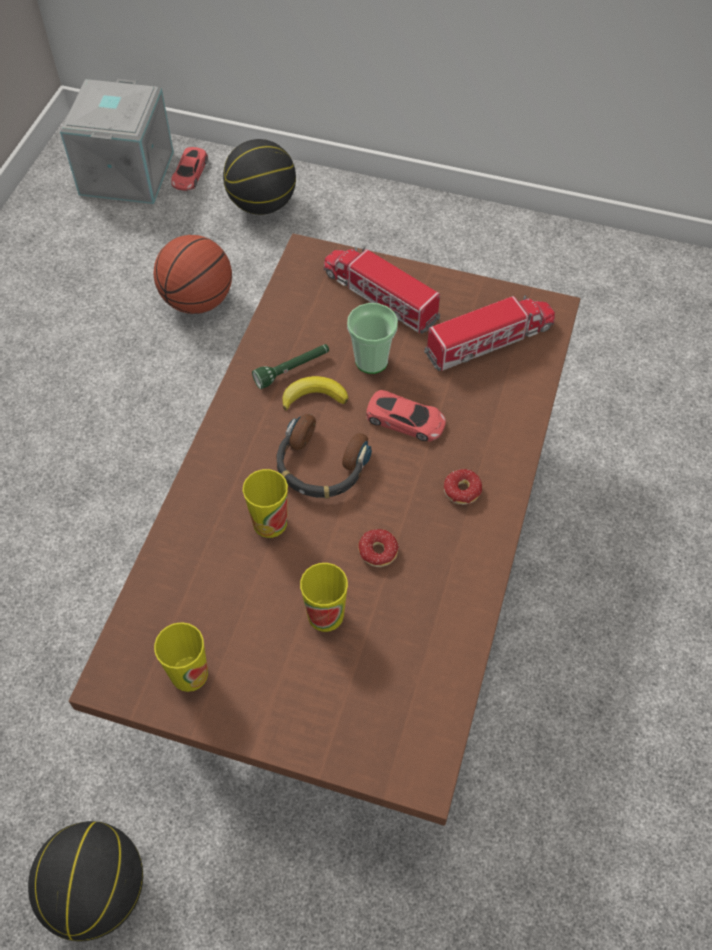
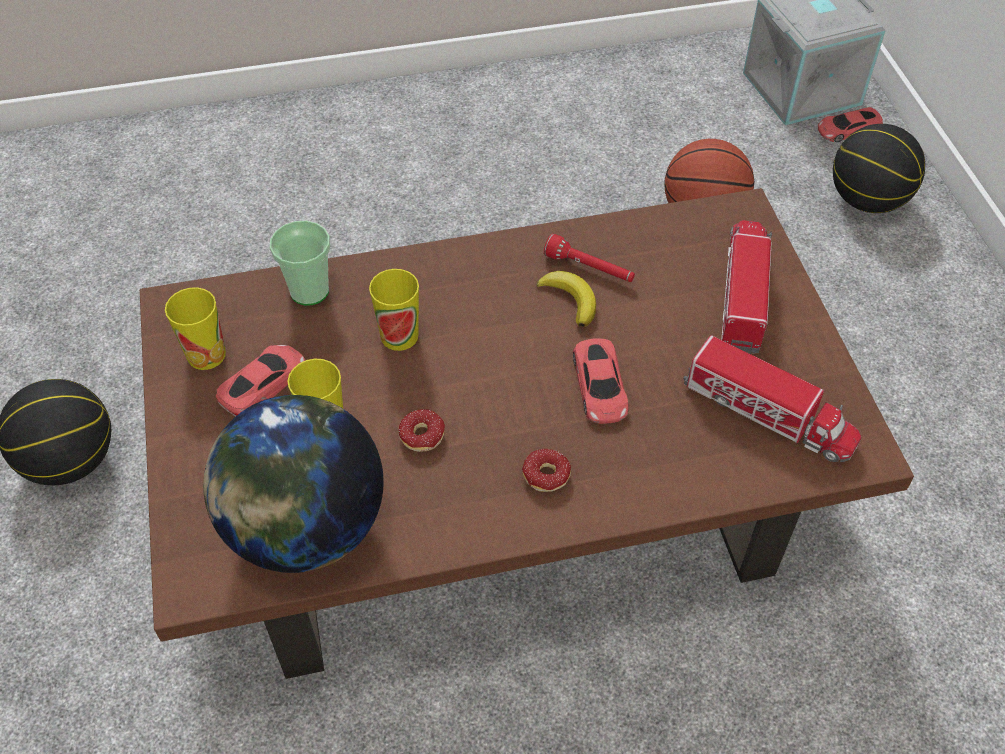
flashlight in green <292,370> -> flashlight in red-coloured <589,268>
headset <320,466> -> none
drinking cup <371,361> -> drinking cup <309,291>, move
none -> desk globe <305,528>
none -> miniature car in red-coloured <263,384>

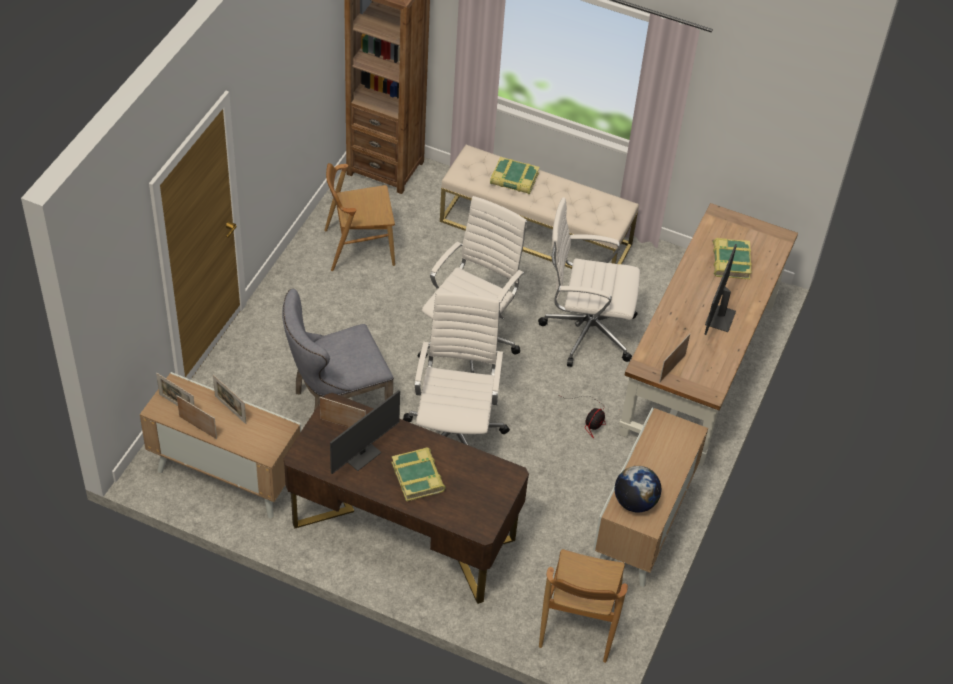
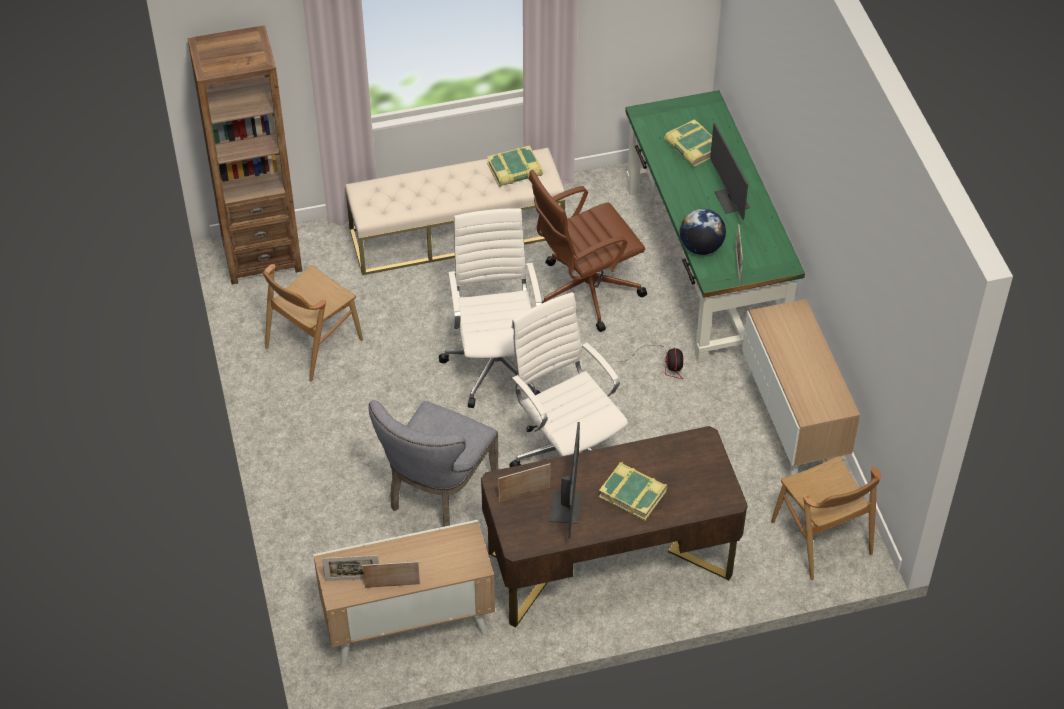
standing frame <230,410> -> none
bound book <514,179> -> bound book <514,171>, move
computer chair in white-coloured <586,330> -> computer chair in brown-coloured <584,291>
desk globe <634,502> -> desk globe <701,247>, move
desk unit in brown-coloured <699,368> -> desk unit in green <705,264>

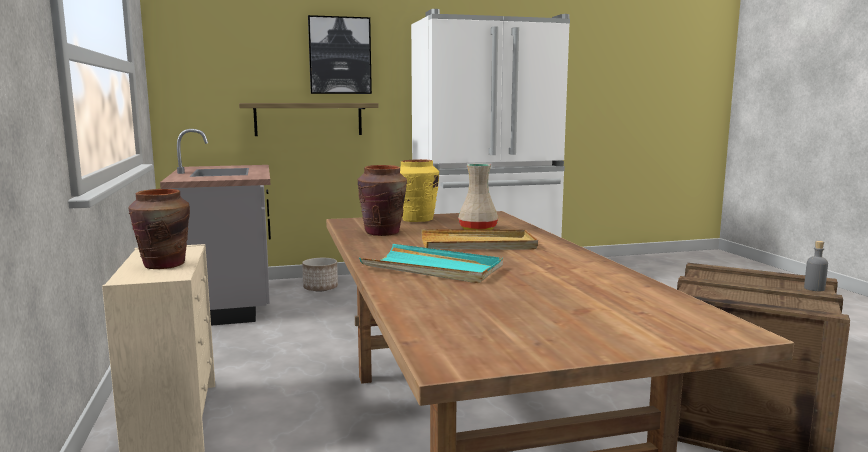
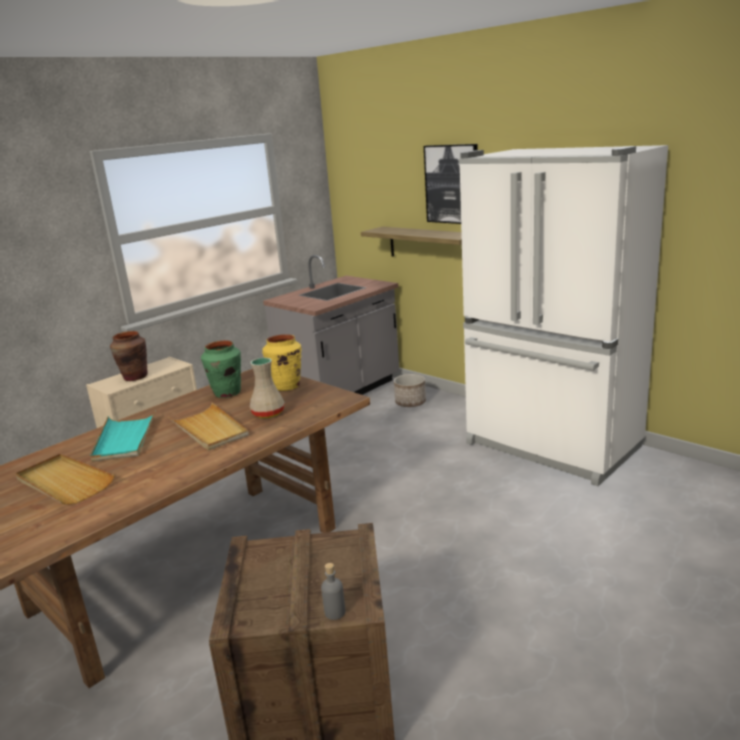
decorative vase in brown-coloured <382,232> -> decorative vase in green <227,393>
none -> serving tray in beige <64,482>

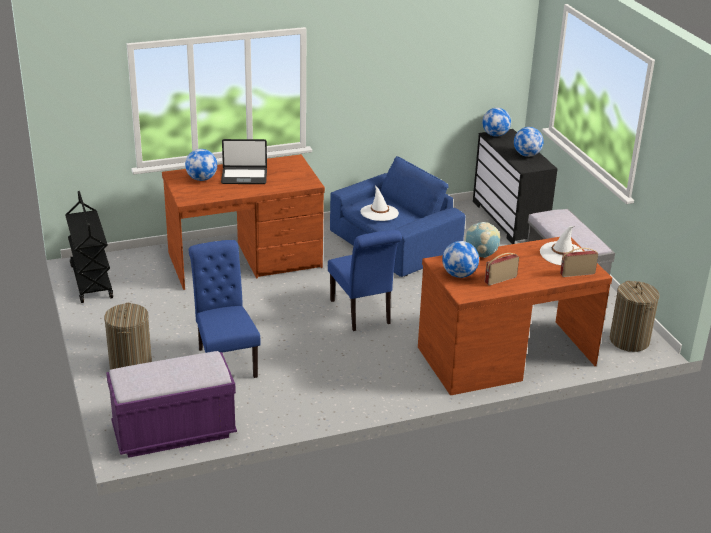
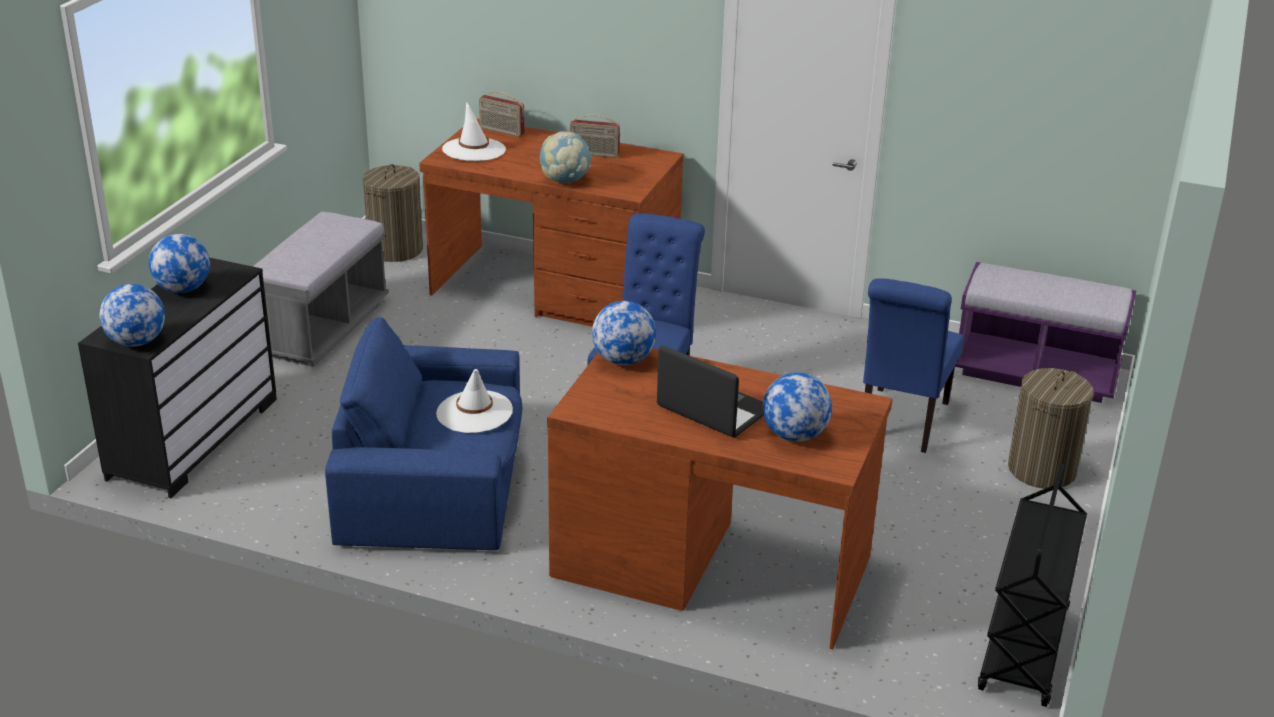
desk globe <459,275> -> desk globe <623,360>, move

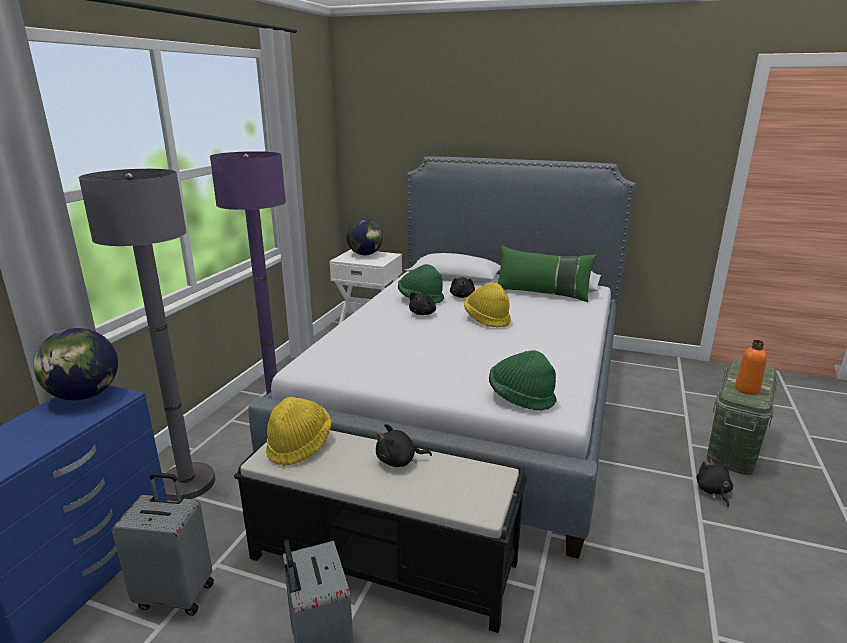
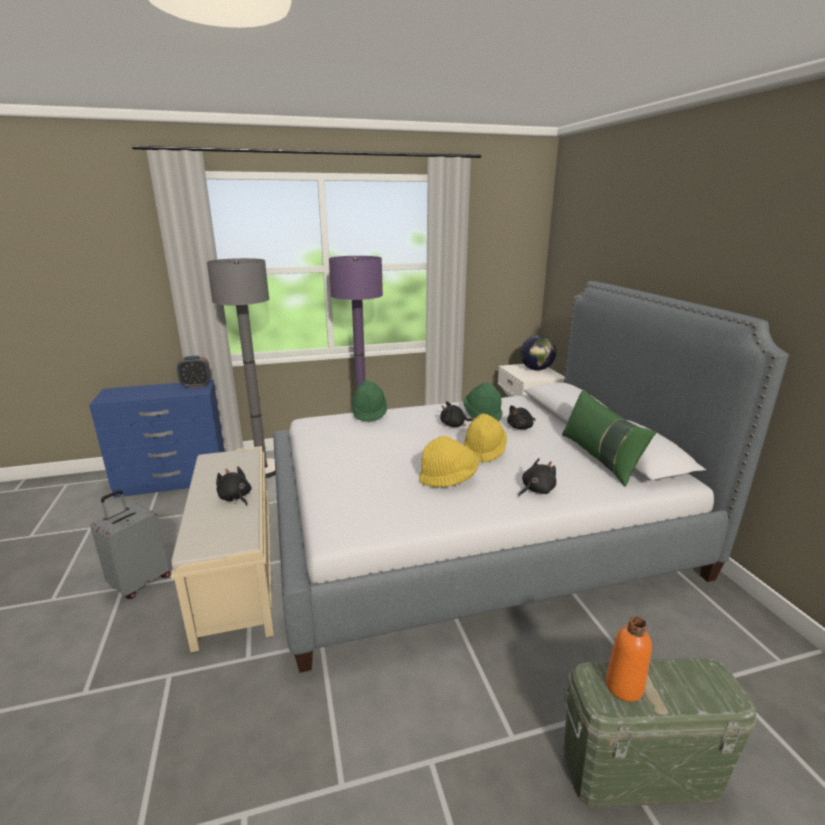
desk globe <85,395> -> table clock <196,385>
travel case in grey <176,594> -> none
bench in black-coloured <385,560> -> bench in beige <237,570>
wearable hat in yellow-coloured <299,445> -> wearable hat in yellow-coloured <448,479>, move
wearable hat in green <521,398> -> wearable hat in green <369,413>, move
plush toy in black-coloured <713,491> -> plush toy in black-coloured <536,490>, move

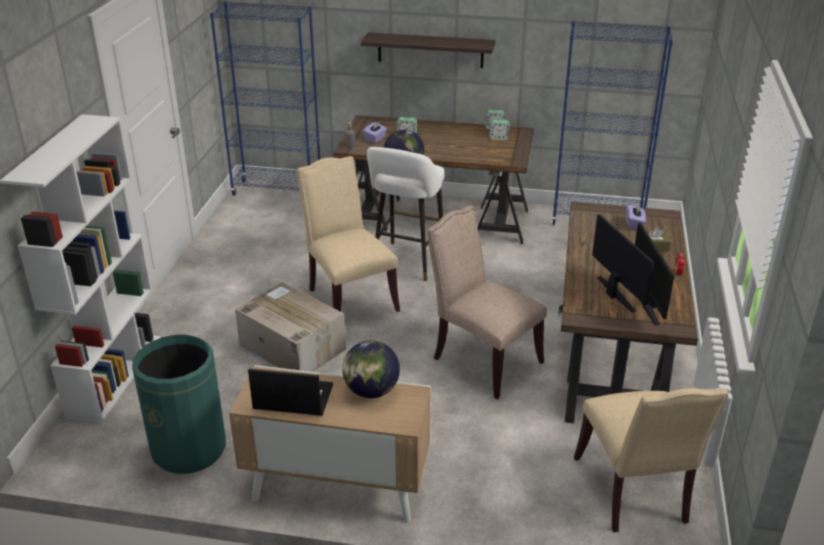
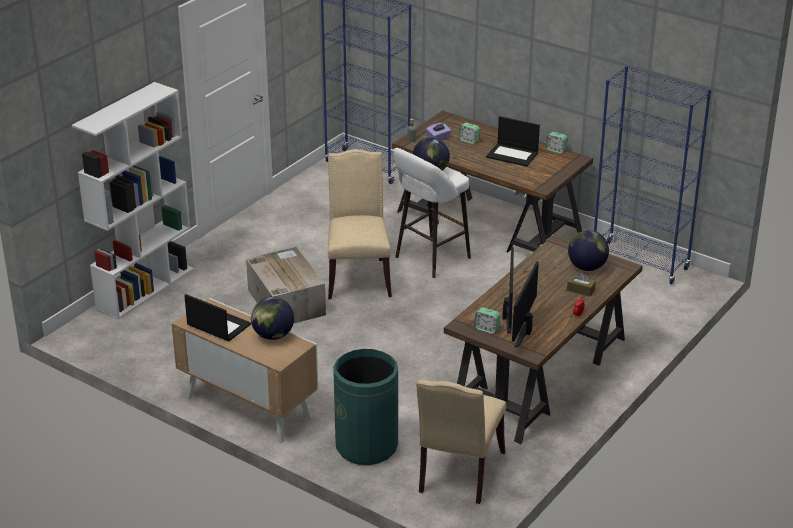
trash can in green <189,449> -> trash can in green <367,446>, move
bracket shelf <430,50> -> none
plain chair in beige <482,360> -> none
table clock <498,138> -> table clock <487,329>, move
box of tissues in purple <634,224> -> desk globe <587,267>
none -> notebook computer <513,155>

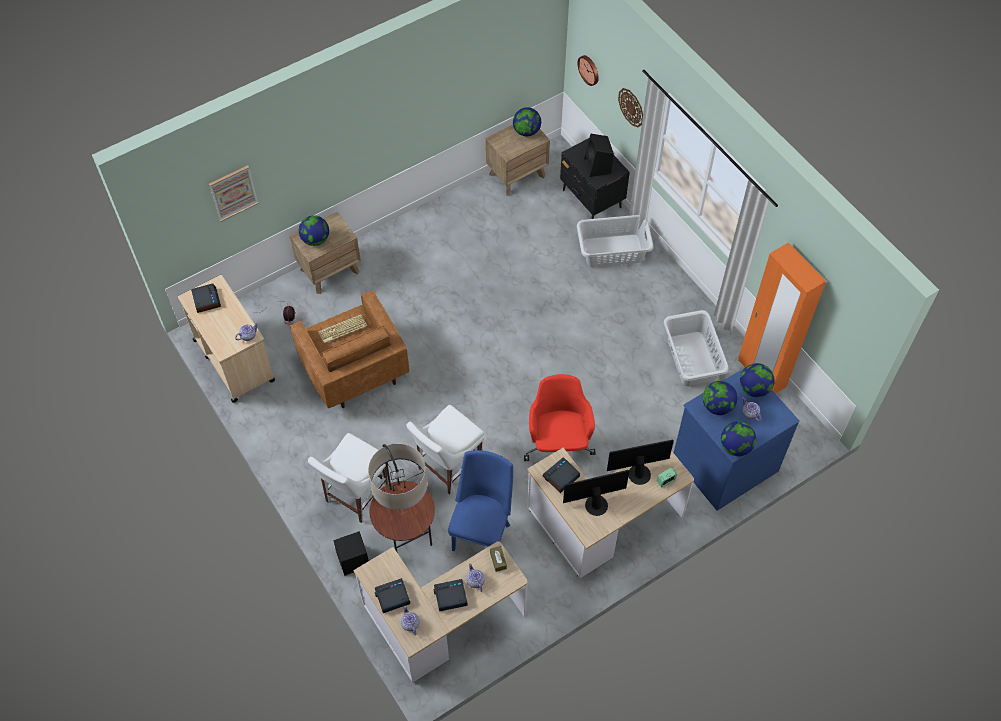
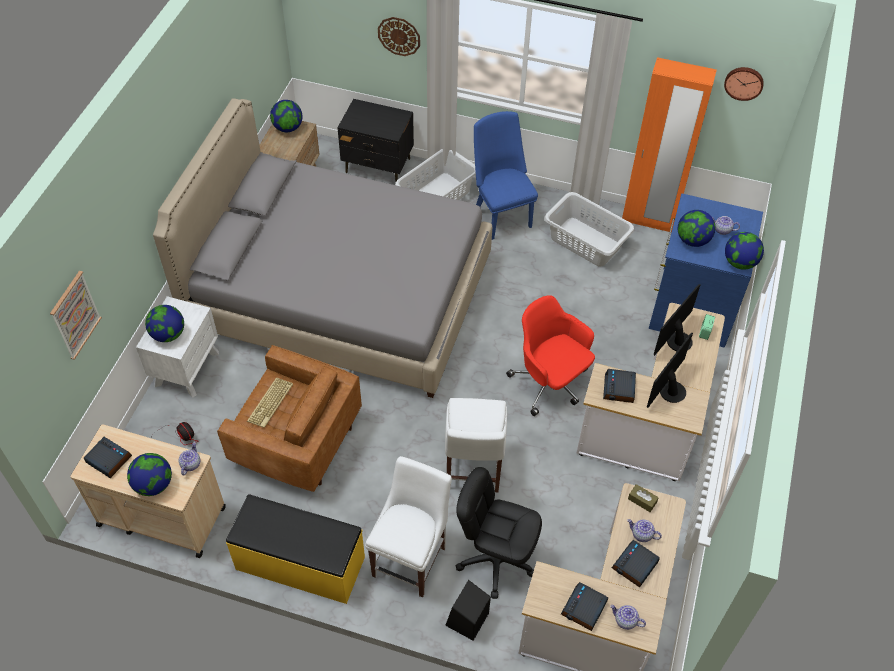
nightstand in brown-coloured <330,270> -> nightstand in white-coloured <187,368>
plain chair in white-coloured <355,496> -> plain chair in white-coloured <411,558>, 150 degrees counterclockwise
standard lamp <406,537> -> computer chair in black-coloured <496,560>
plain chair in bluish <482,532> -> plain chair in bluish <500,215>, move
wall clock <589,69> -> wall clock <744,82>, move
speaker in black-coloured <598,167> -> none
desk globe <754,388> -> desk globe <154,484>, move
none -> bed in grey <341,294>
none -> bench in yellow-coloured <300,564>

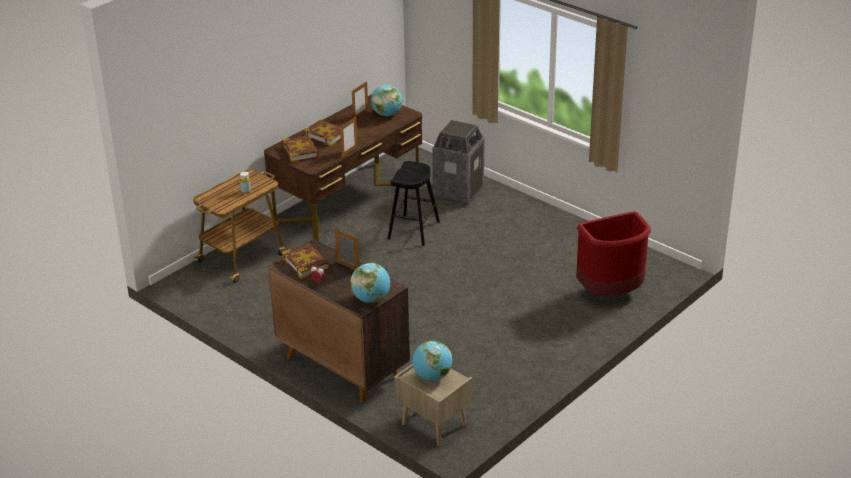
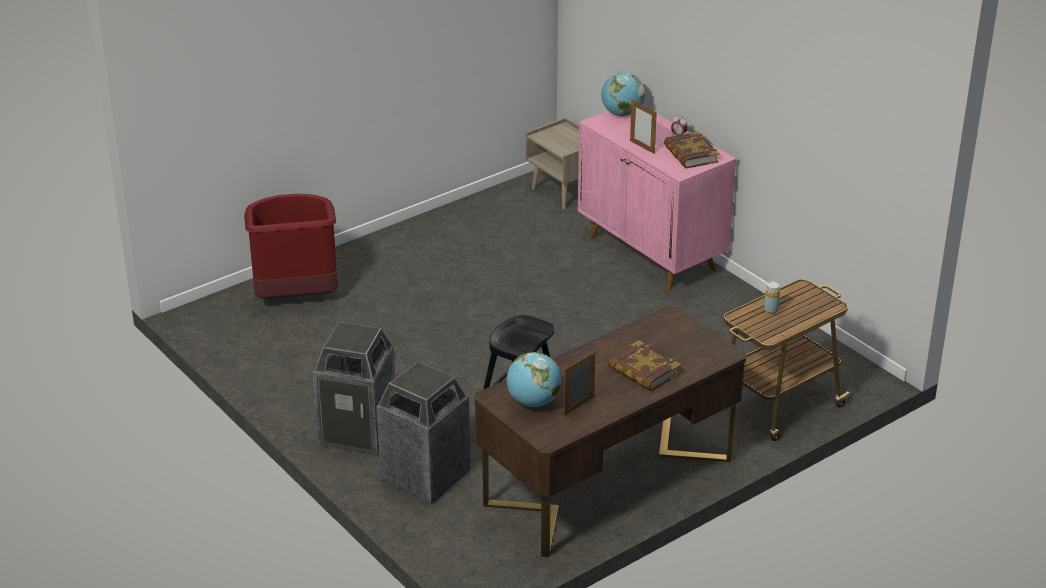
cupboard in brown-coloured <342,367> -> cupboard in pink <652,253>
bound book <300,151> -> none
standing frame <349,151> -> none
desk globe <432,376> -> none
none -> trash can <358,432>

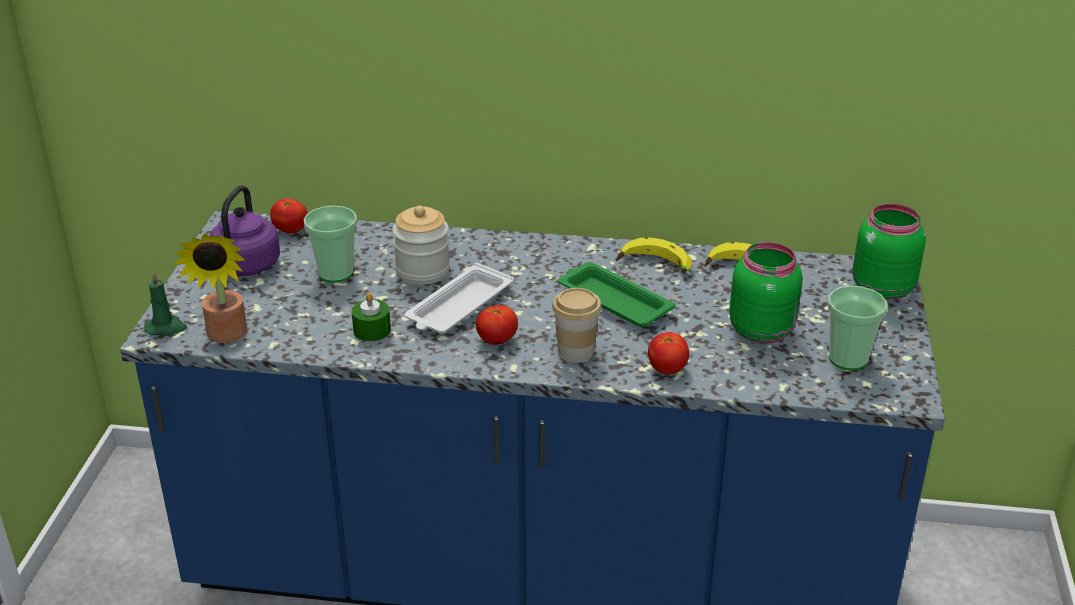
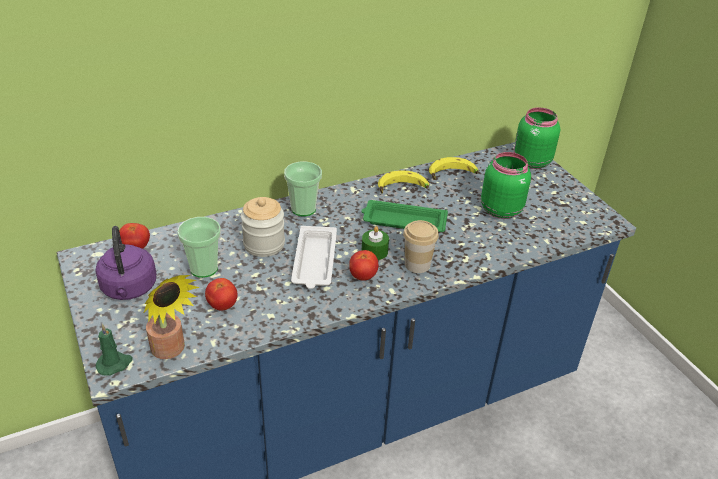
wax candle in green <372,330> -> wax candle in green <374,251>, move
tomato <667,369> -> tomato <222,305>, move
drinking cup <848,359> -> drinking cup <303,209>, move

